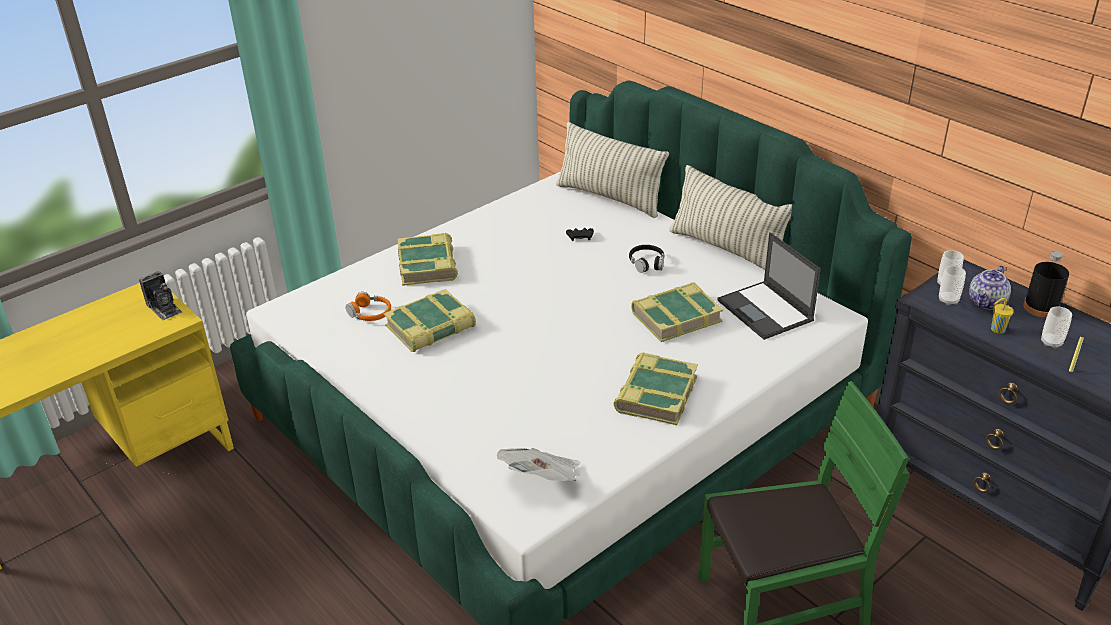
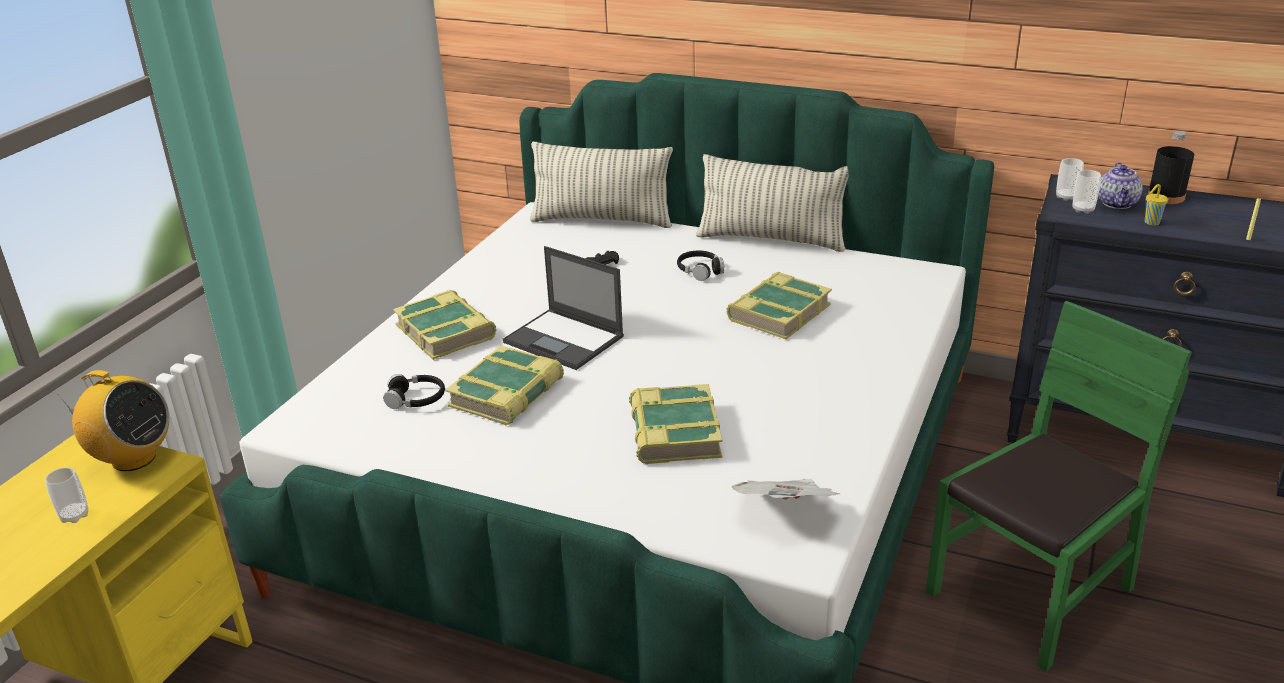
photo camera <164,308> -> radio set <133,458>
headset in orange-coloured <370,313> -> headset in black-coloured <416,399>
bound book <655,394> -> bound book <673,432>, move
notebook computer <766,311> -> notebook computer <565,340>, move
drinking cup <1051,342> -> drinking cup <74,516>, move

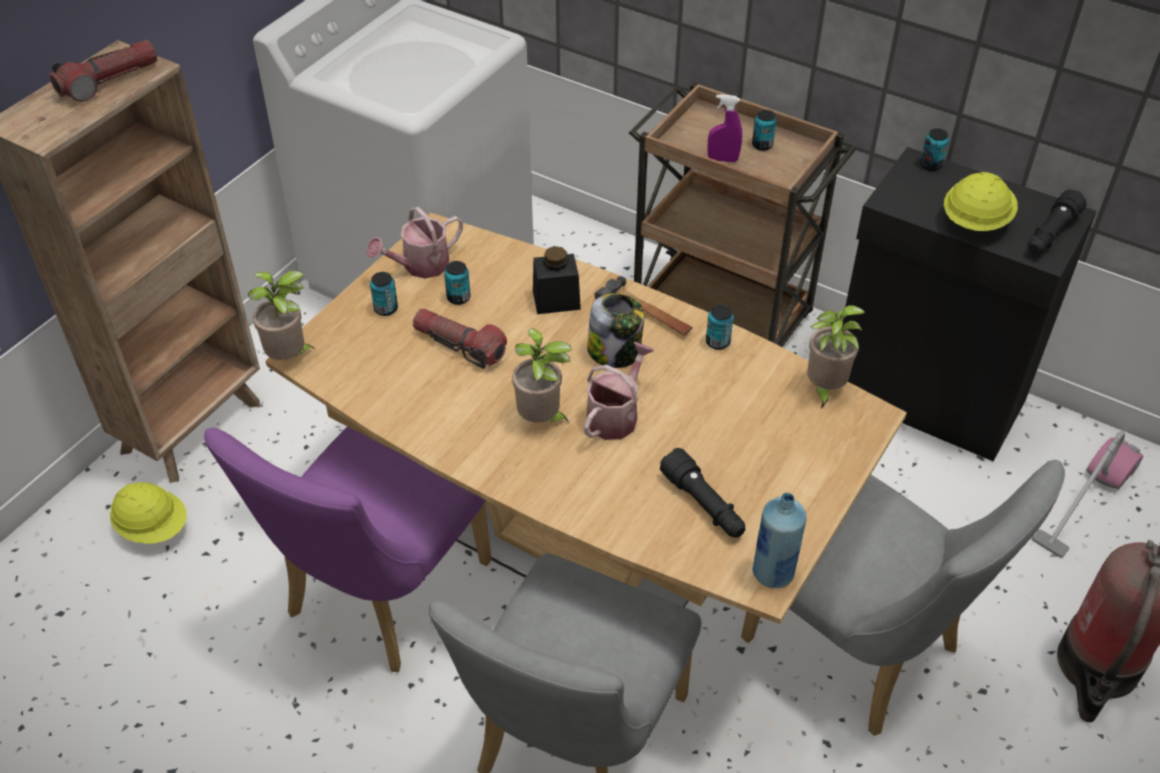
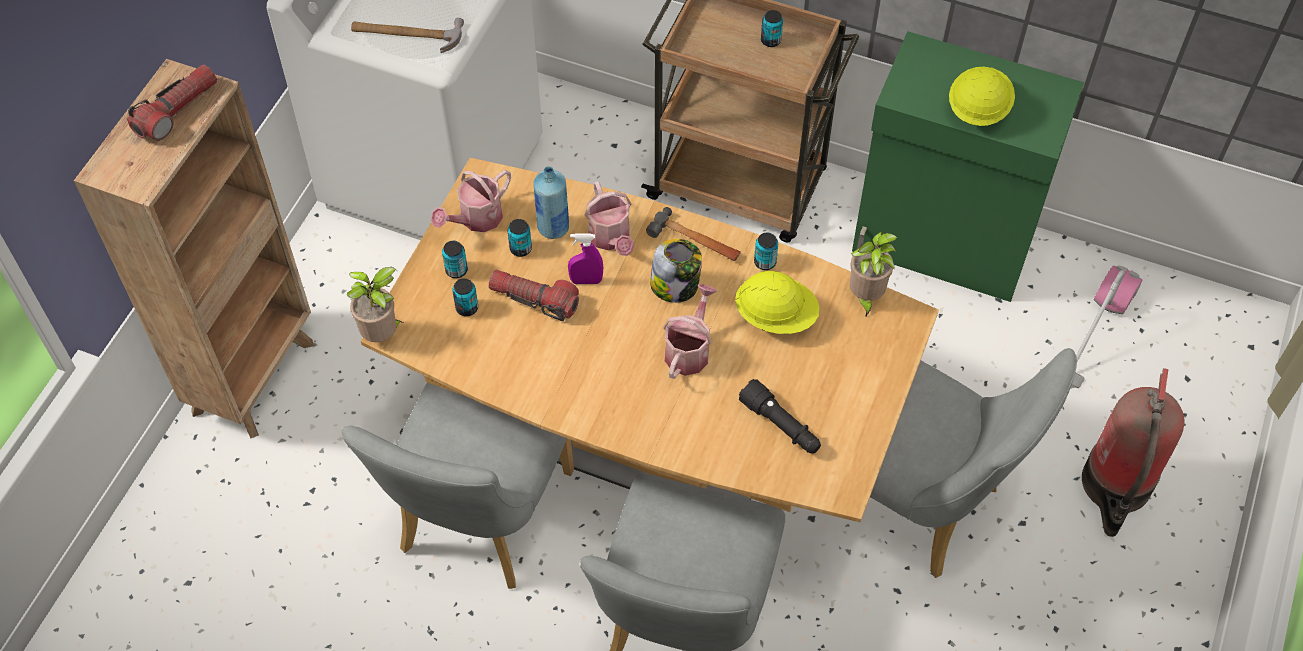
safety helmet in yellow-coloured <153,528> -> safety helmet in yellow-coloured <776,316>, move
plain chair in purple <378,598> -> plain chair in grey <479,521>
potted plant <541,420> -> none
jar in black-coloured <556,300> -> watering can <611,238>
spray bottle in purple <722,159> -> spray bottle in purple <586,281>, move
beverage bottle in bluish <773,573> -> beverage bottle in bluish <553,228>, move
cupboard in black-coloured <926,398> -> cupboard in green <943,245>
can <930,165> -> can <467,308>, move
flashlight in black-coloured <1050,235> -> none
none -> hammer <406,34>

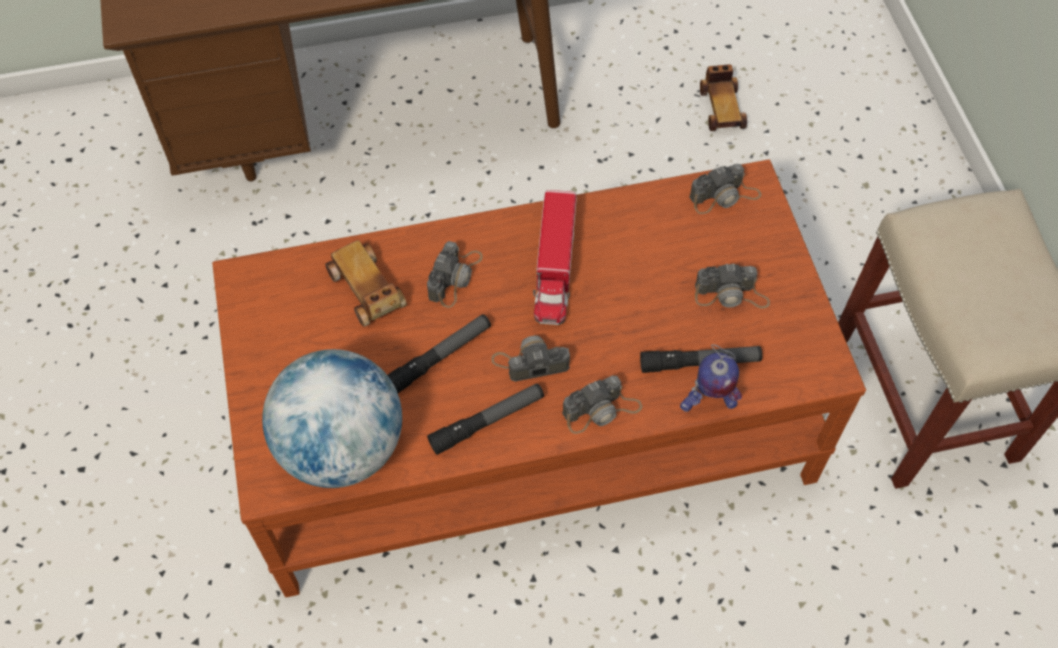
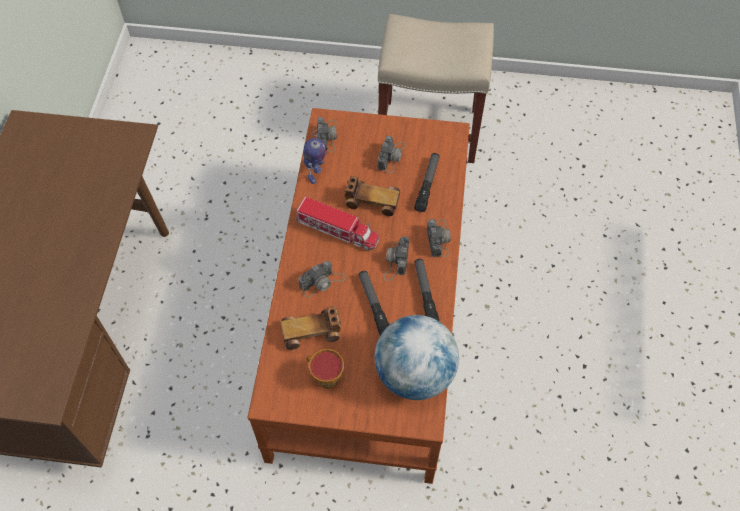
photo camera <455,277> -> photo camera <322,282>, 105 degrees clockwise
model robot <707,402> -> model robot <315,171>, move
miniature car <721,108> -> miniature car <372,201>, move
none -> drinking cup <325,377>

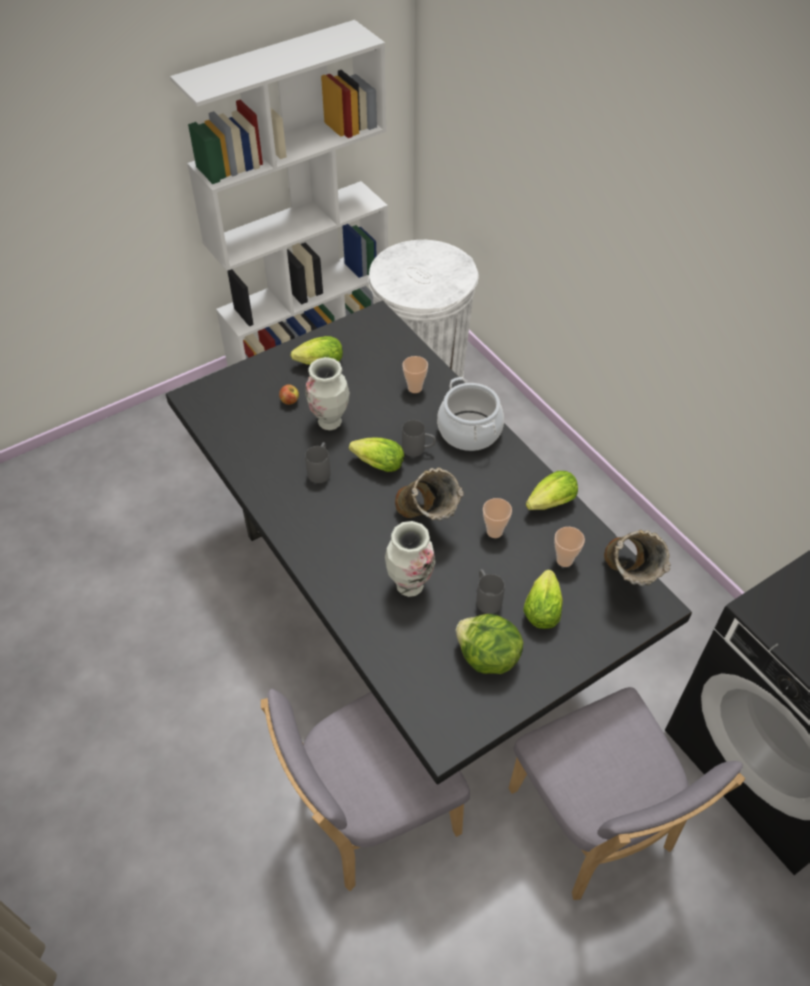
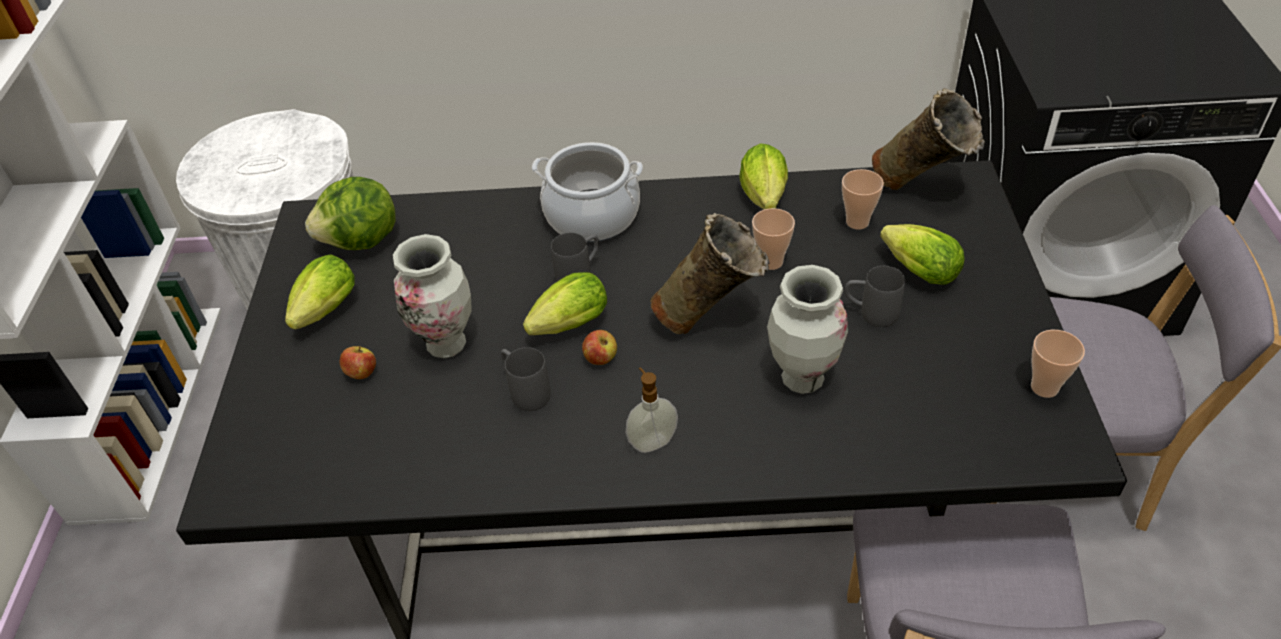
drinking cup <415,388> -> drinking cup <1044,387>, move
lettuce head <487,657> -> lettuce head <362,241>, move
none -> apple fruit <601,358>
none -> soap dispenser <652,441>

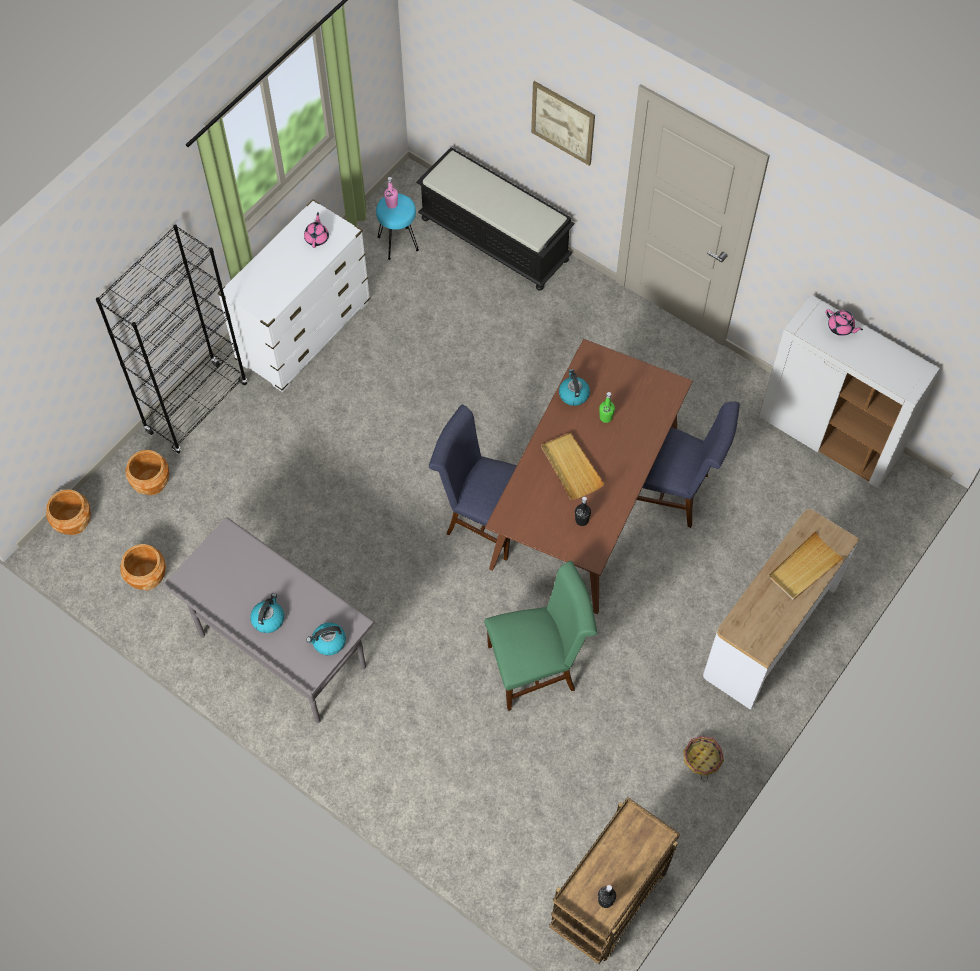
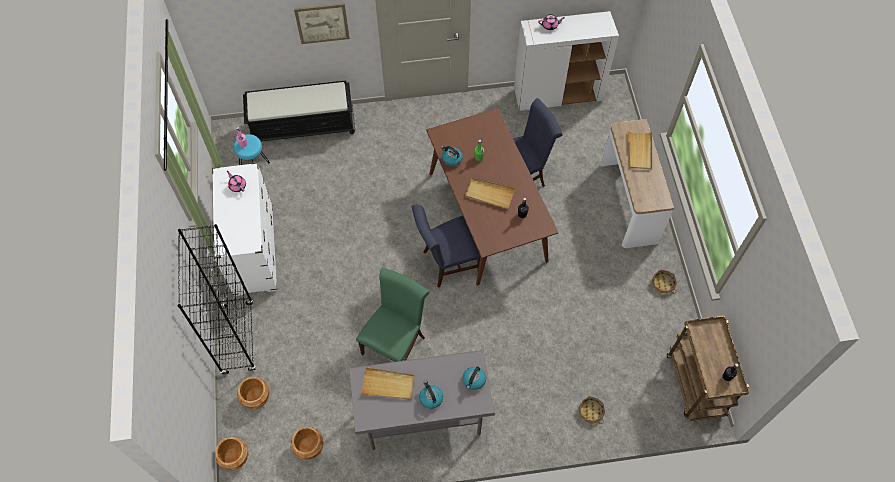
plain chair in green <537,666> -> plain chair in green <395,342>, move
none -> serving tray in beige <388,385>
none -> basket <590,412>

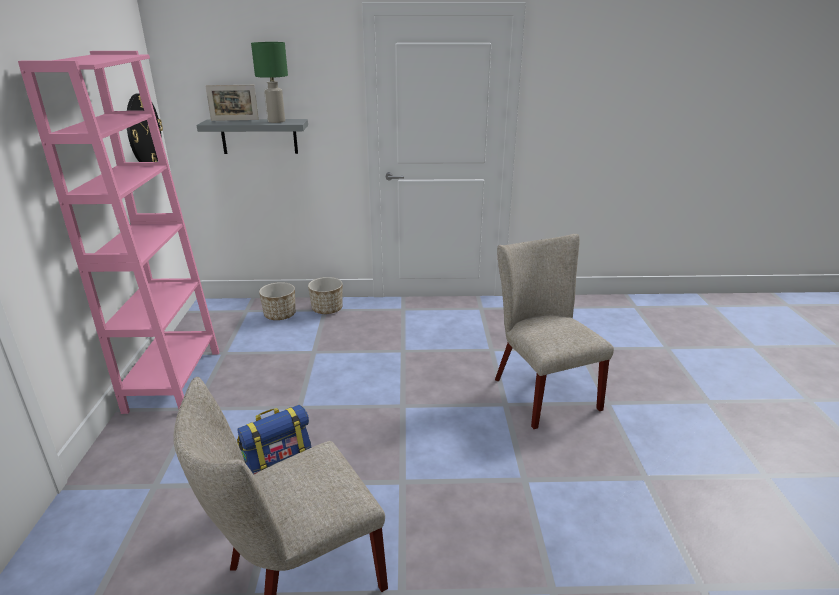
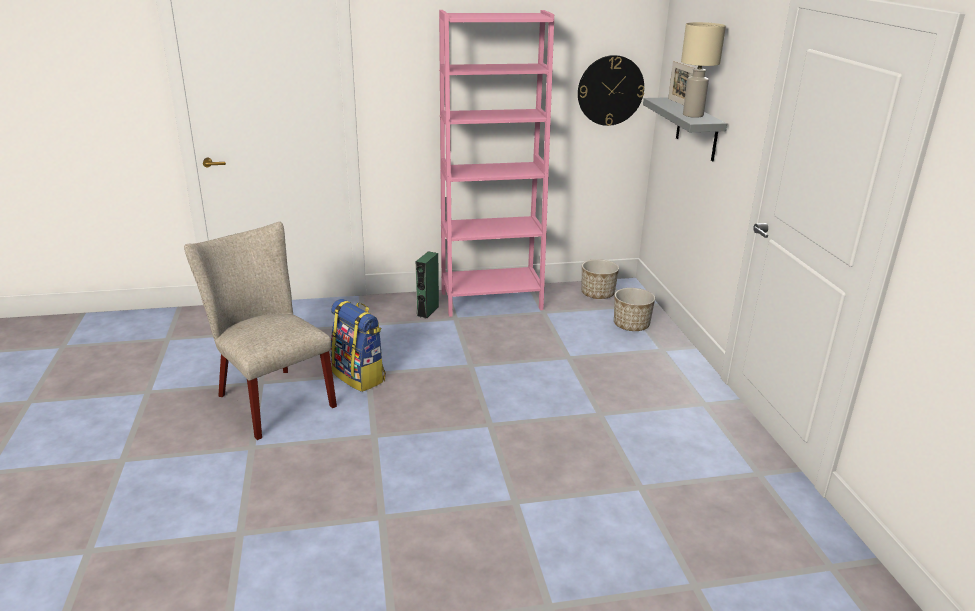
lamp for a table in green <276,121> -> lamp for a table in beige <692,115>
planter <327,309> -> planter <597,294>, move
plain chair in beige <540,390> -> none
none -> speaker in green <427,311>

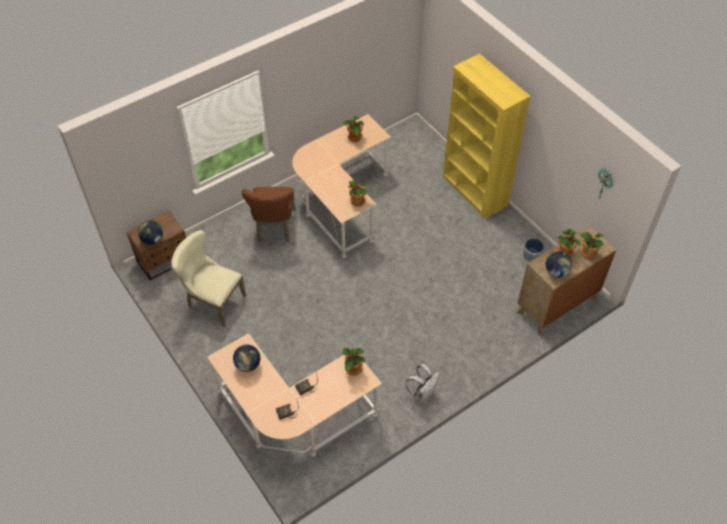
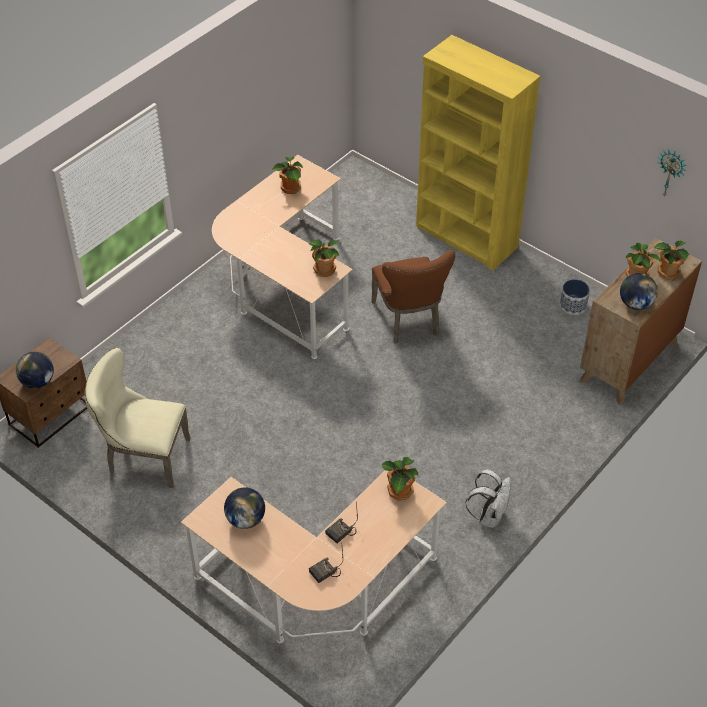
plain chair in brown-coloured <274,228> -> plain chair in brown-coloured <409,321>, move

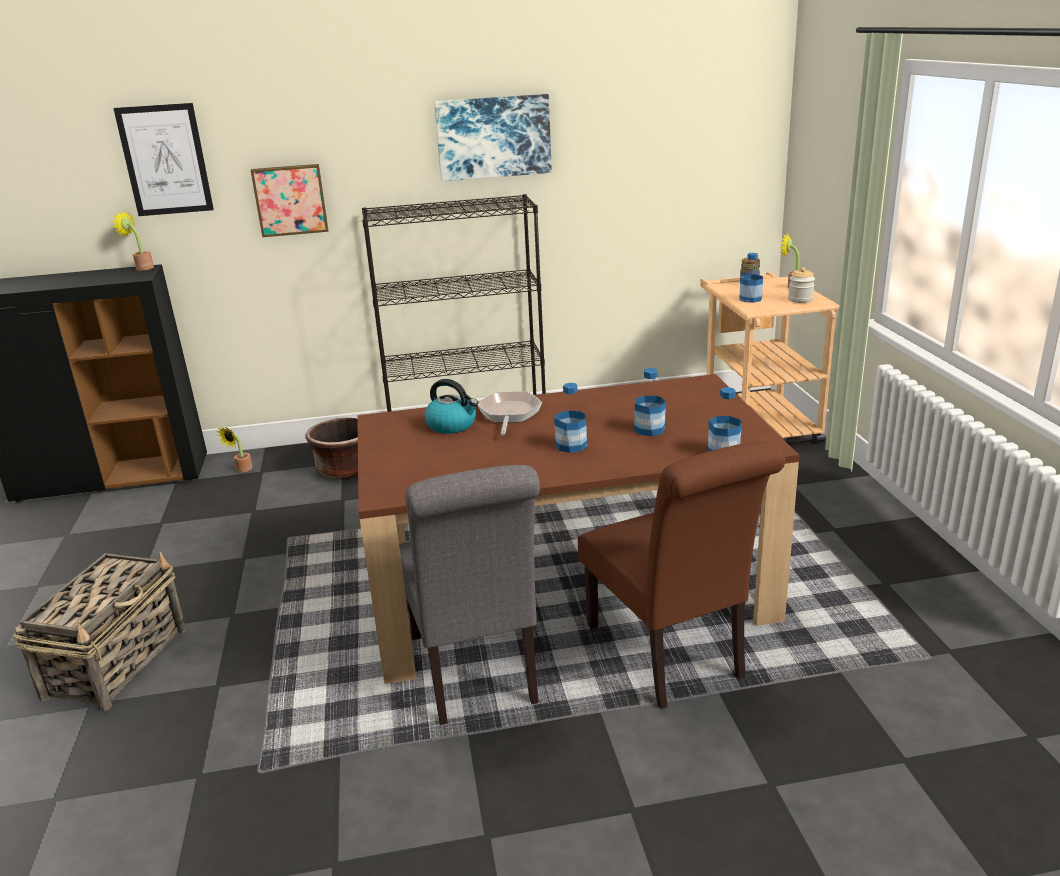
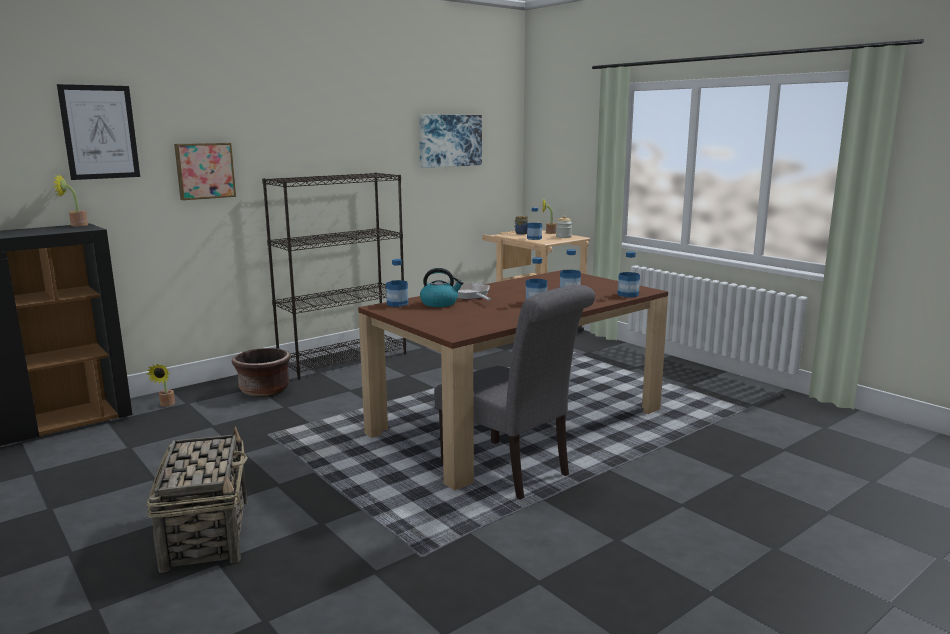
wall art <493,137> -> wall art <449,140>, move
plain chair in brown-coloured <671,657> -> none
none -> beverage bottle <397,304>

